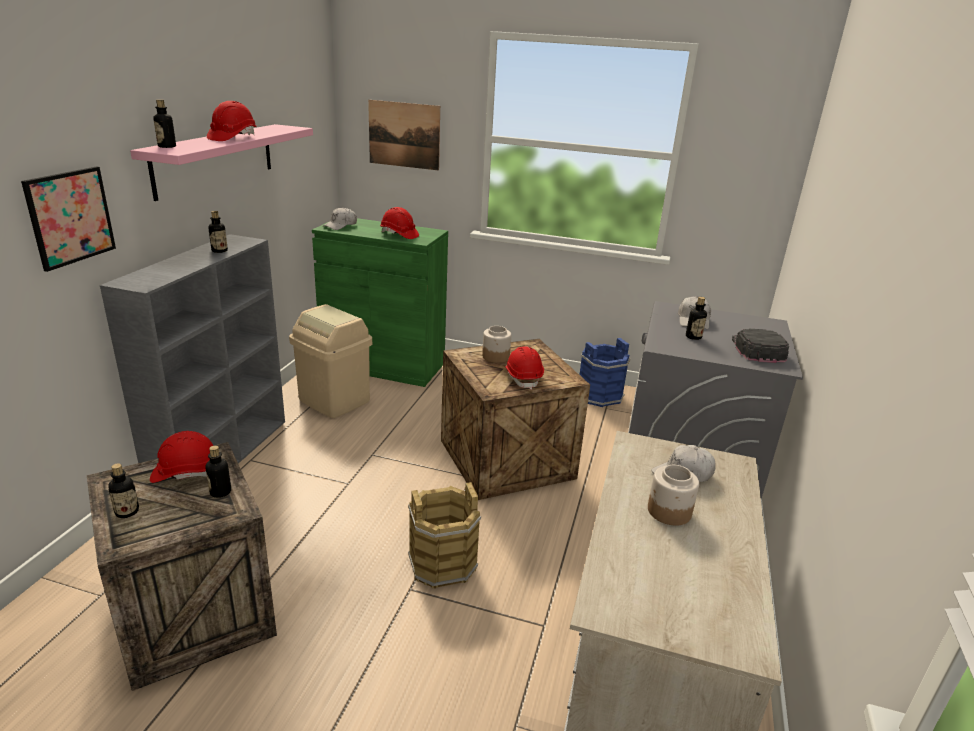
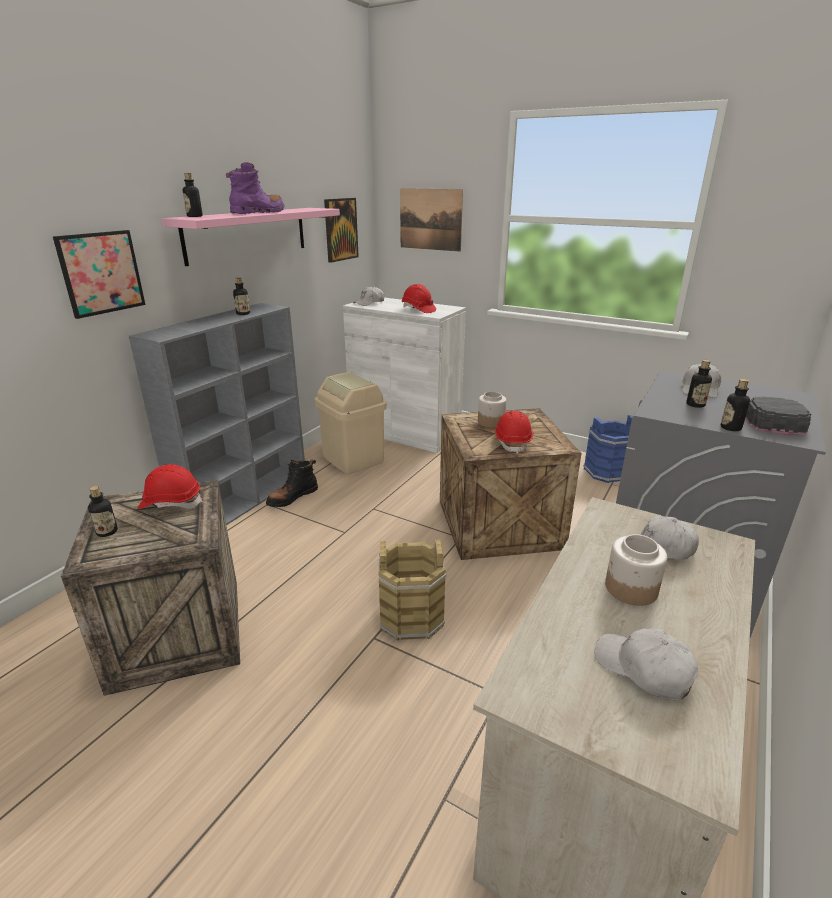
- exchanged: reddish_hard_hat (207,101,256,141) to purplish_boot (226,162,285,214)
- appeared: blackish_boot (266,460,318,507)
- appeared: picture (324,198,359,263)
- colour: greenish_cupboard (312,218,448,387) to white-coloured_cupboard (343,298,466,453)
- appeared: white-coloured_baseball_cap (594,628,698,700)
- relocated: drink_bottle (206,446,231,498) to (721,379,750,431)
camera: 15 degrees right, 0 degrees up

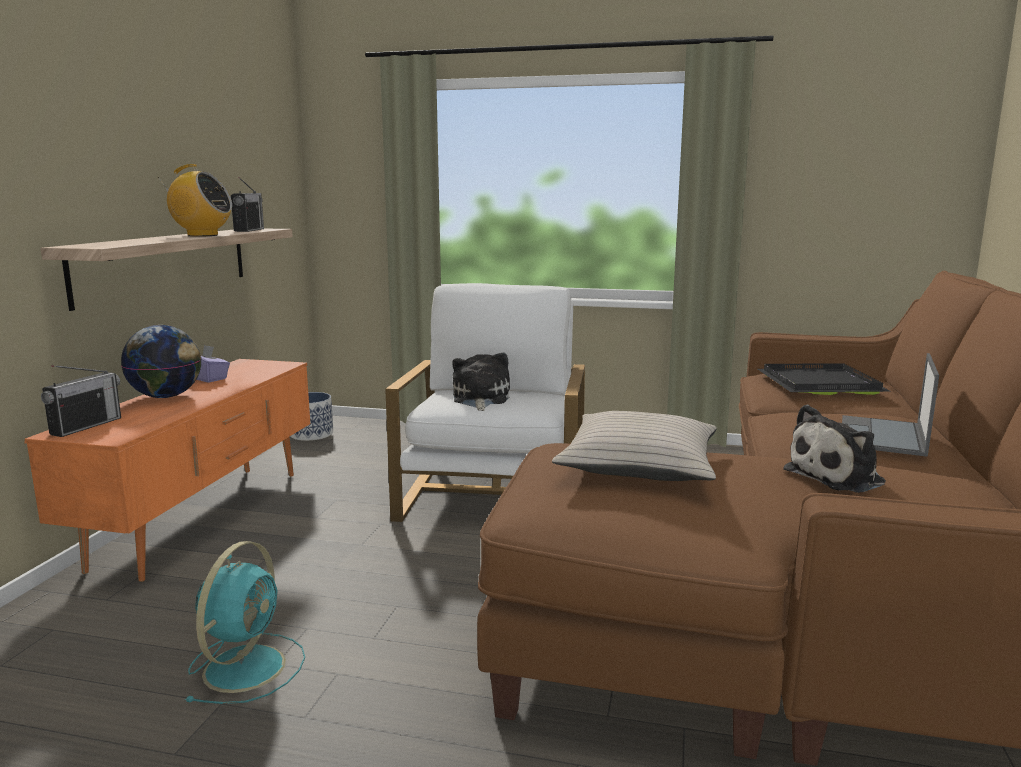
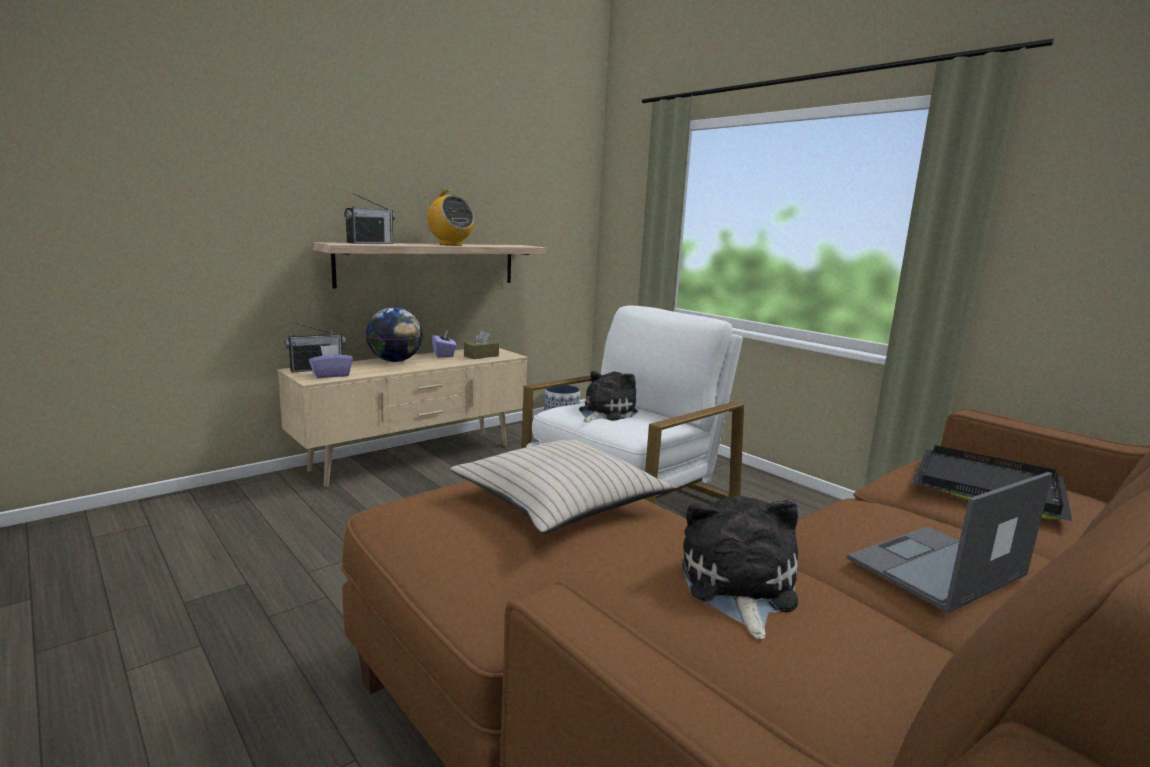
- colour: orange-coloured_tv_unit (24,359,310,582) to beige_tv_unit (277,348,528,487)
- appeared: purplish_box_of_tissues (309,345,353,378)
- relocated: radio_set (231,177,264,232) to (344,193,395,244)
- appeared: brown_box_of_tissues (464,330,499,359)
- spun: plush_toy (783,404,886,493) = (682,496,798,639) 90 degrees clockwise
- missing: turquoise_cooling_fan (184,541,305,704)
camera: 35 degrees right, 0 degrees up

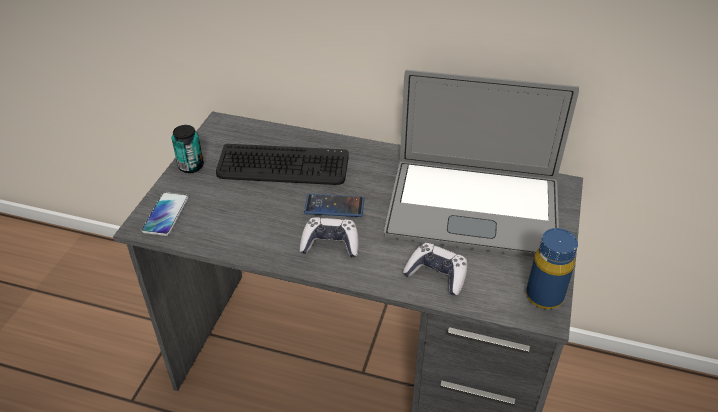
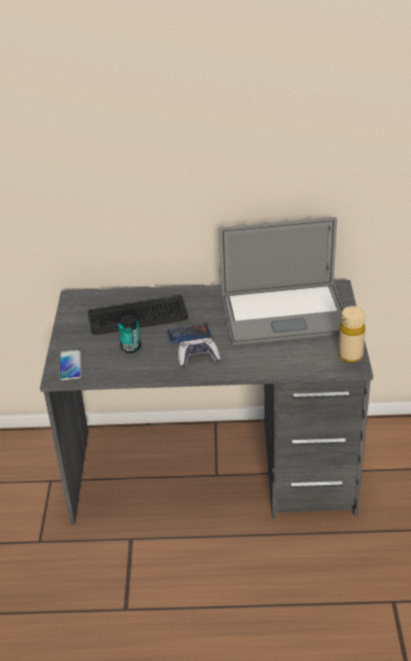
- relocated: can (172,125,204,173) to (118,315,141,353)
- colour: blue_drink_bottle (526,228,578,309) to beige_drink_bottle (338,306,365,363)
- missing: gamepad (403,243,467,295)
camera: 15 degrees left, 5 degrees down

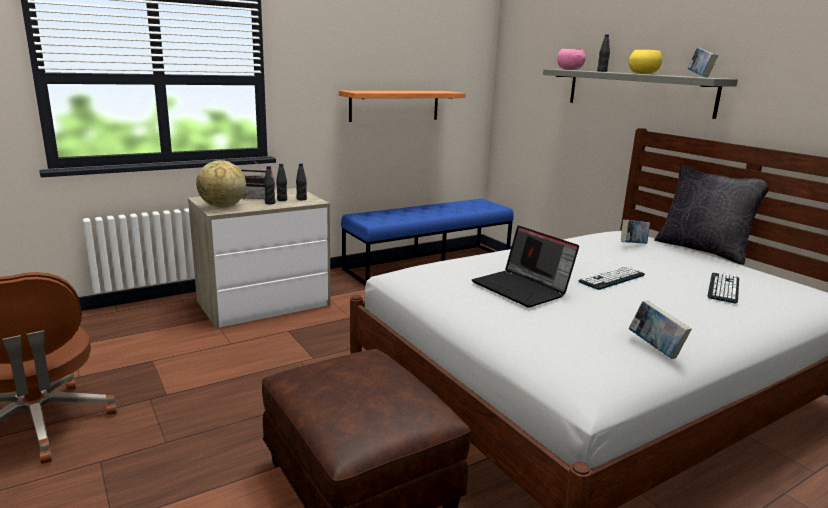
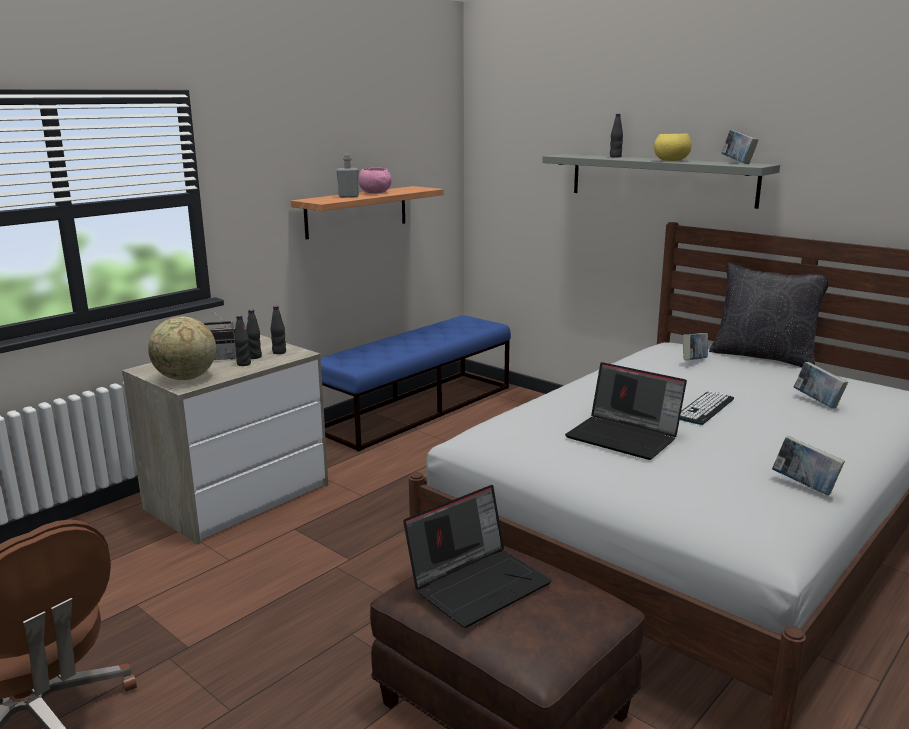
- appeared: grey_drink_bottle (336,154,359,198)
- relocated: pinkish_deep_dish (557,49,586,70) to (359,168,392,194)
- appeared: portable_computer (403,485,552,628)
- exchanged: keyboard (708,273,739,303) to book (794,362,848,409)
camera: 15 degrees left, 0 degrees up

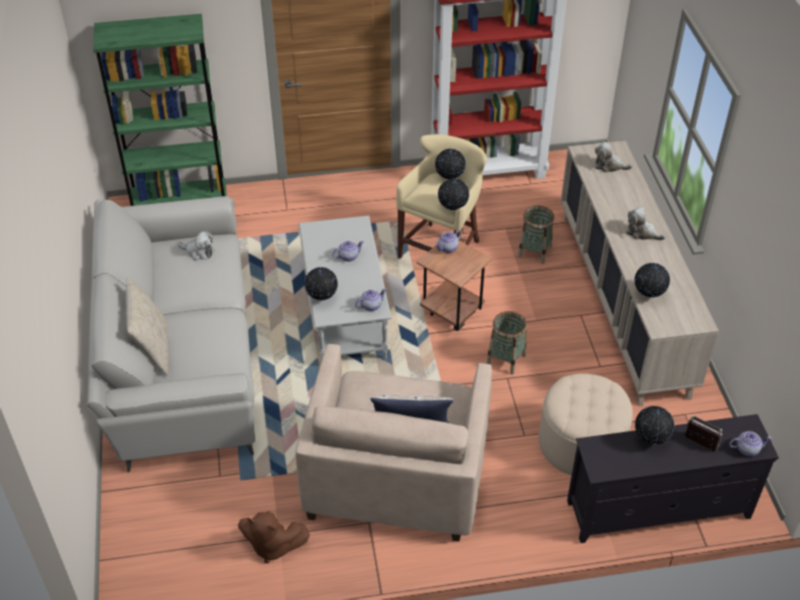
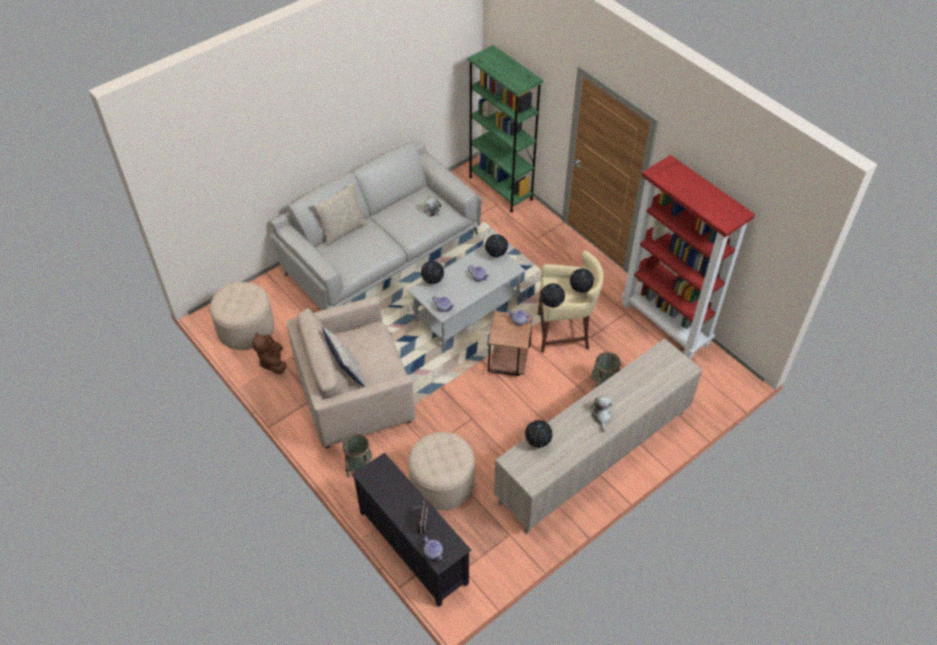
- appeared: beige_footrest (210,282,275,350)
- relocated: storage_basket (486,311,527,375) to (342,434,372,478)
- relocated: globe (635,406,674,445) to (485,234,508,257)
- missing: plush_toy (595,142,632,173)
camera: 60 degrees right, 5 degrees up

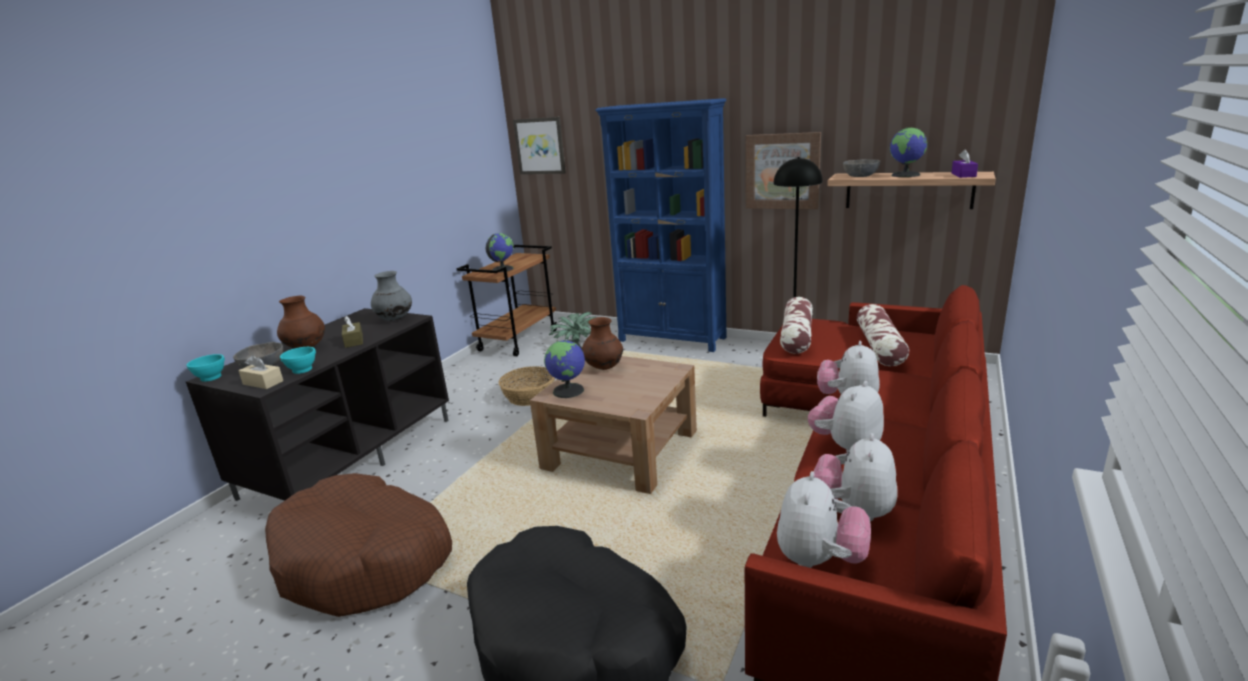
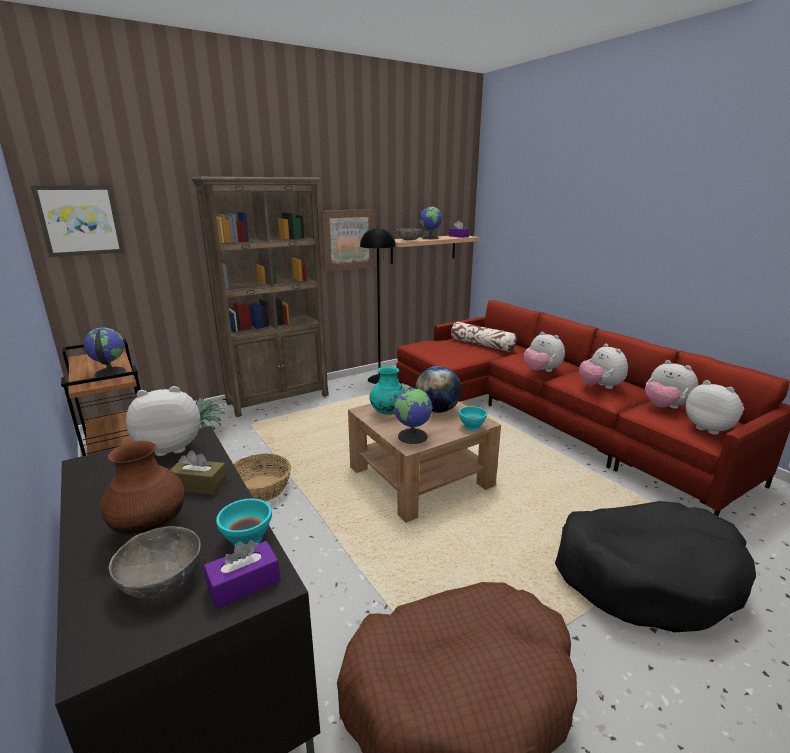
- exchanged: grey_vase (371,271,412,321) to plush_toy (126,386,201,456)
- colour: blue_shelving_unit (595,98,726,352) to brown_shelving_unit (191,176,329,417)
- colour: beige_box_of_tissues (238,355,283,389) to purplish_box_of_tissues (204,540,281,609)
- colour: brown_vase (582,317,623,370) to turquoise_vase (369,366,406,415)
- appeared: globe (415,366,462,413)
- relocated: turquoise_deep_dish (186,354,225,382) to (459,406,487,430)
- missing: pillow (780,297,813,354)
camera: 60 degrees left, 0 degrees up

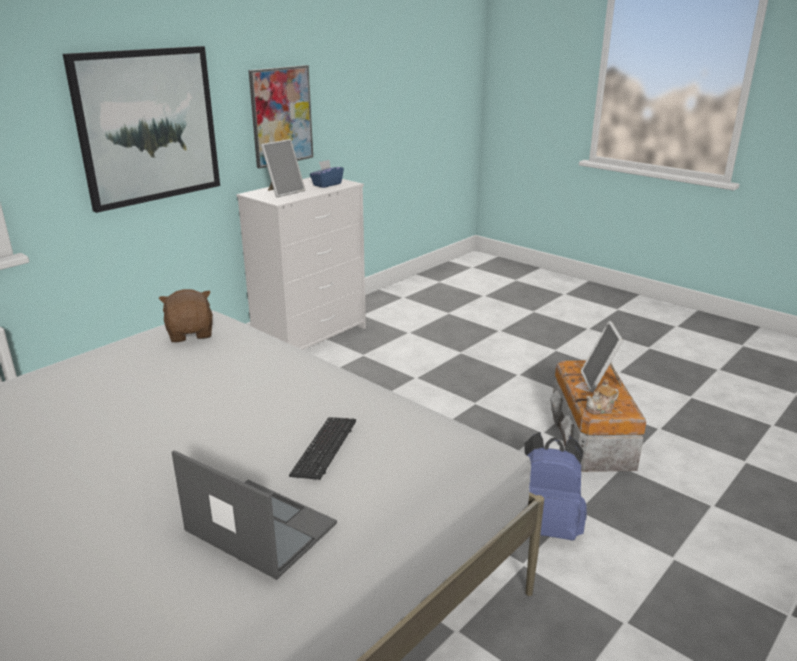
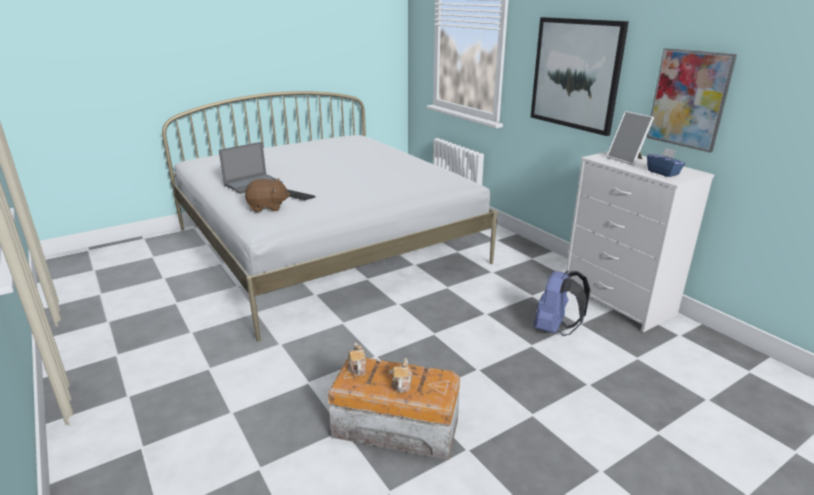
- relocated: brown_plush_toy (158,289,213,342) to (245,178,290,212)
- exchanged: photo_frame (581,321,624,393) to tea_pot (391,358,412,393)
- relocated: blue_rucksack (524,432,587,540) to (534,271,591,336)
camera: 105 degrees right, 0 degrees up

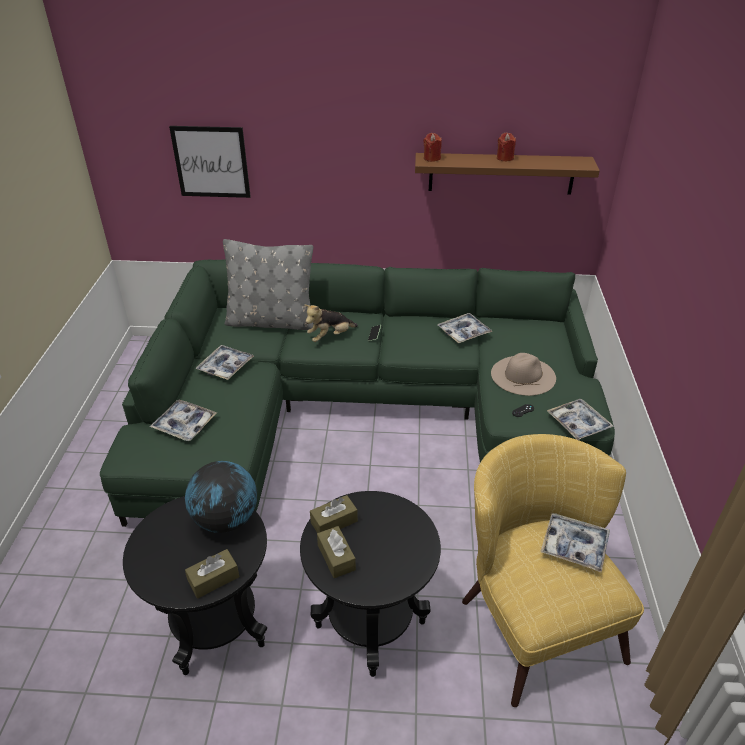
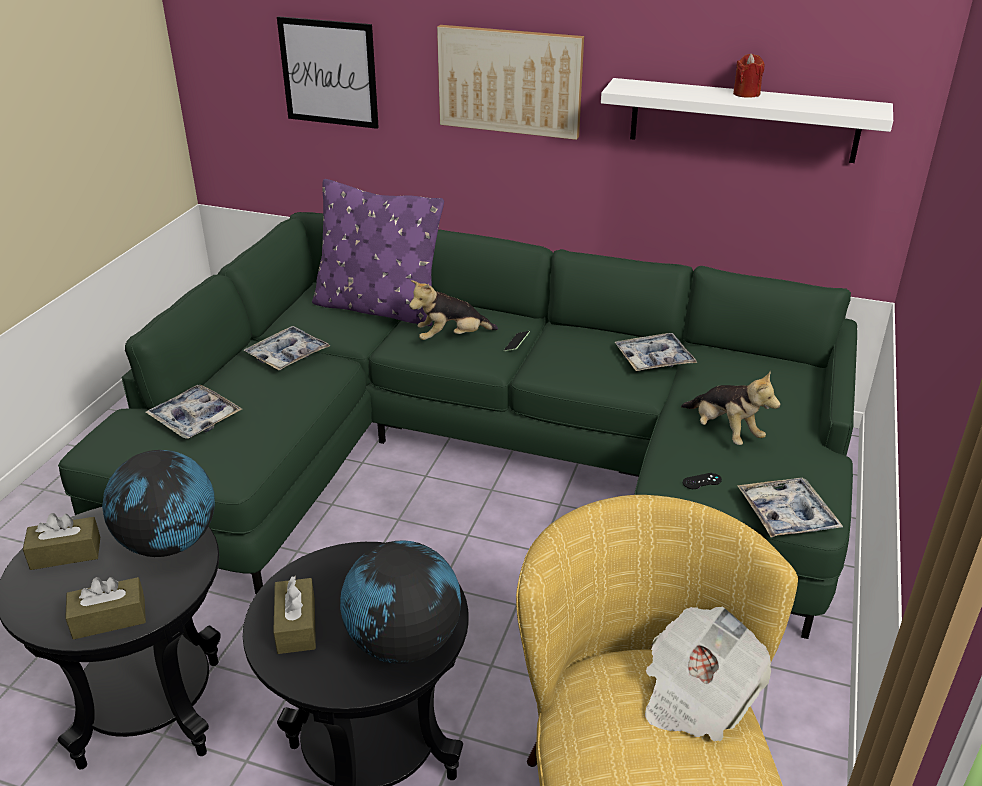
- relocated: brown_box_of_tissues (310,495,358,533) to (23,513,100,570)
- colour: grey_pillow (223,239,313,330) to purplish_pillow (312,179,444,326)
- appeared: globe (340,540,461,664)
- appeared: picture (437,25,584,140)
- colour: brown_bracket_shelf (415,153,600,195) to white-coloured_bracket_shelf (601,78,893,163)
- exchanged: tray (540,513,610,572) to printed_paper (645,606,771,741)
- exchanged: beige_clothing_hat (491,353,556,396) to plush_toy (681,371,780,445)
- missing: reddish_candle (423,133,442,162)
camera: 15 degrees right, 5 degrees down

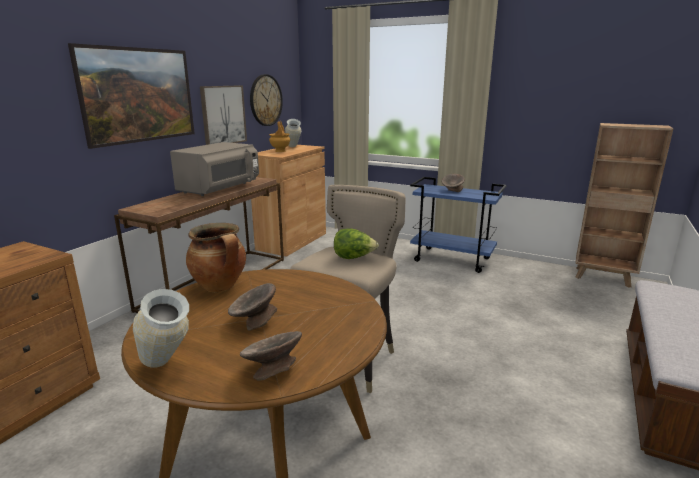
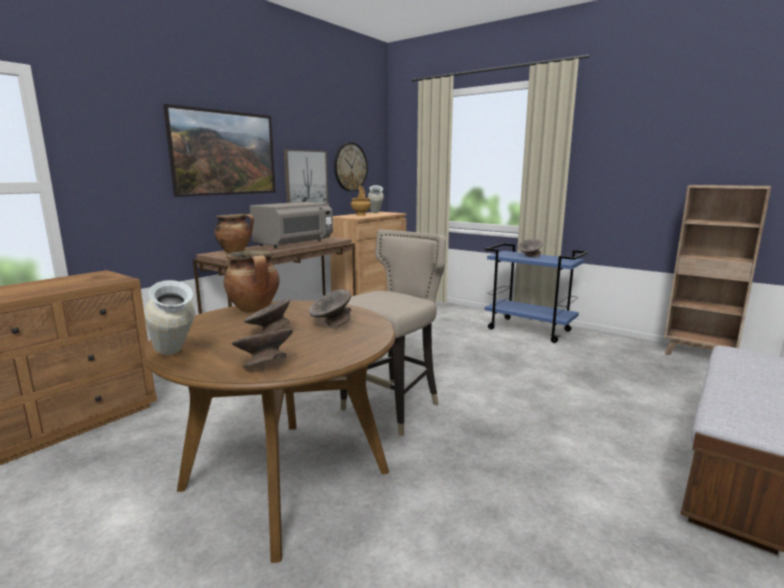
- appeared: stockpot (215,214,254,253)
- appeared: grey_deep_dish (309,289,351,329)
- missing: lettuce (334,228,379,259)
camera: 10 degrees right, 5 degrees down

